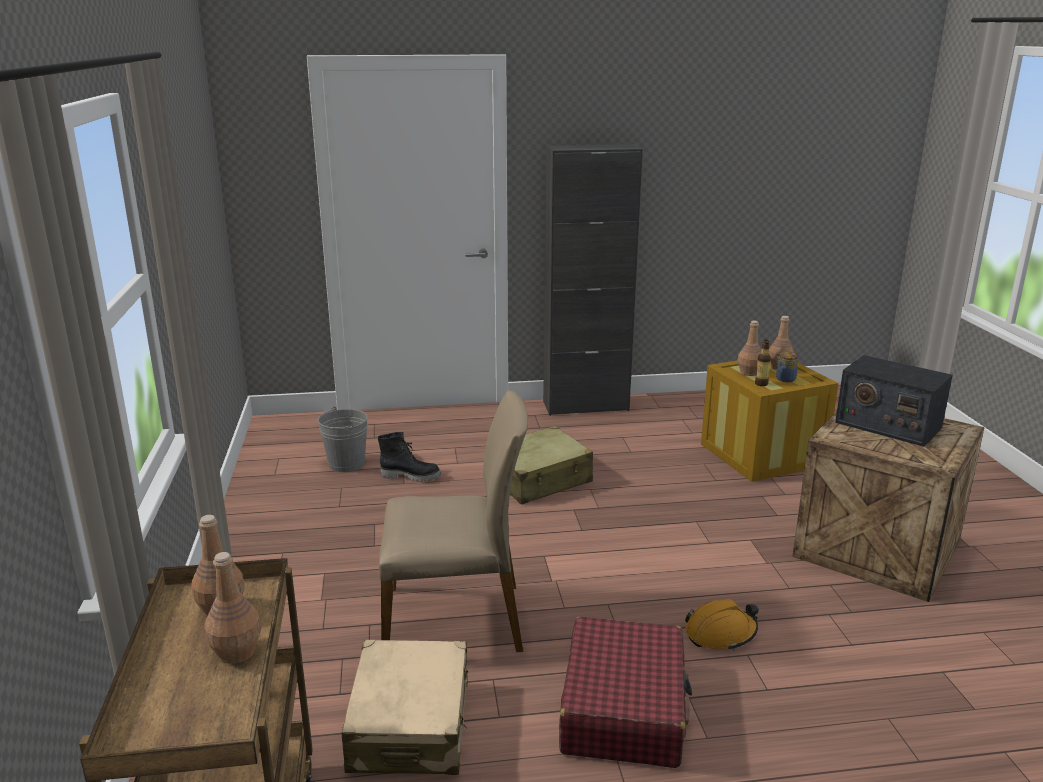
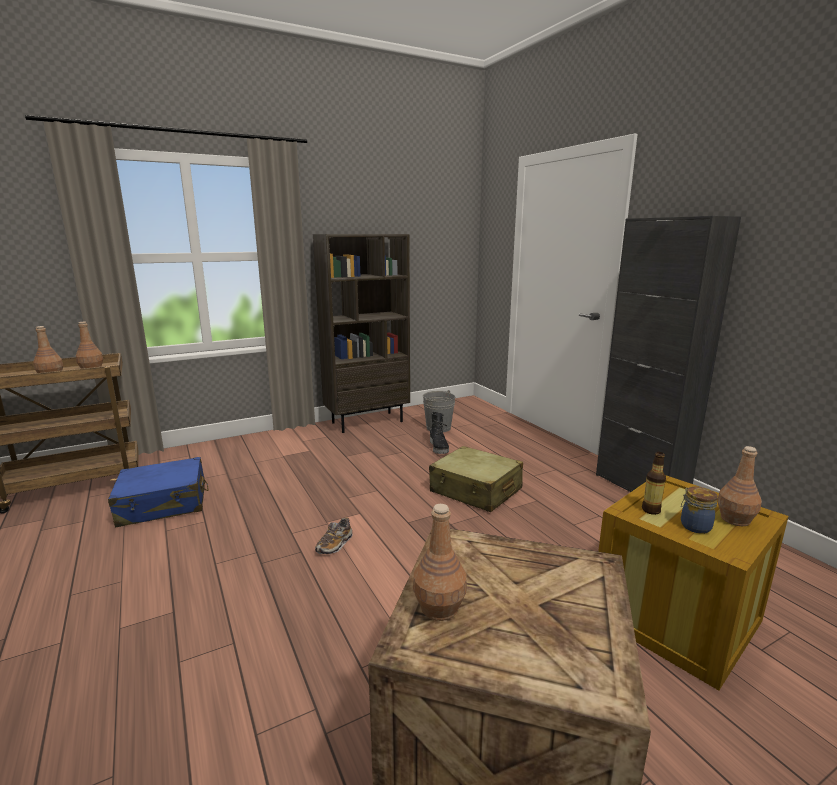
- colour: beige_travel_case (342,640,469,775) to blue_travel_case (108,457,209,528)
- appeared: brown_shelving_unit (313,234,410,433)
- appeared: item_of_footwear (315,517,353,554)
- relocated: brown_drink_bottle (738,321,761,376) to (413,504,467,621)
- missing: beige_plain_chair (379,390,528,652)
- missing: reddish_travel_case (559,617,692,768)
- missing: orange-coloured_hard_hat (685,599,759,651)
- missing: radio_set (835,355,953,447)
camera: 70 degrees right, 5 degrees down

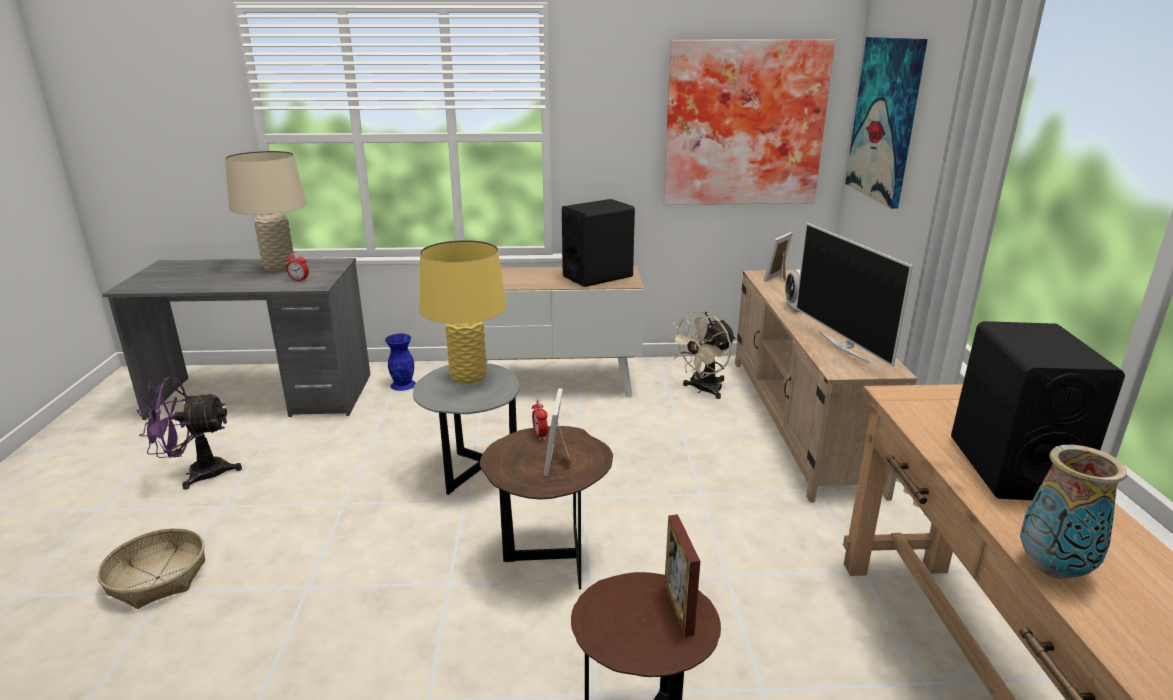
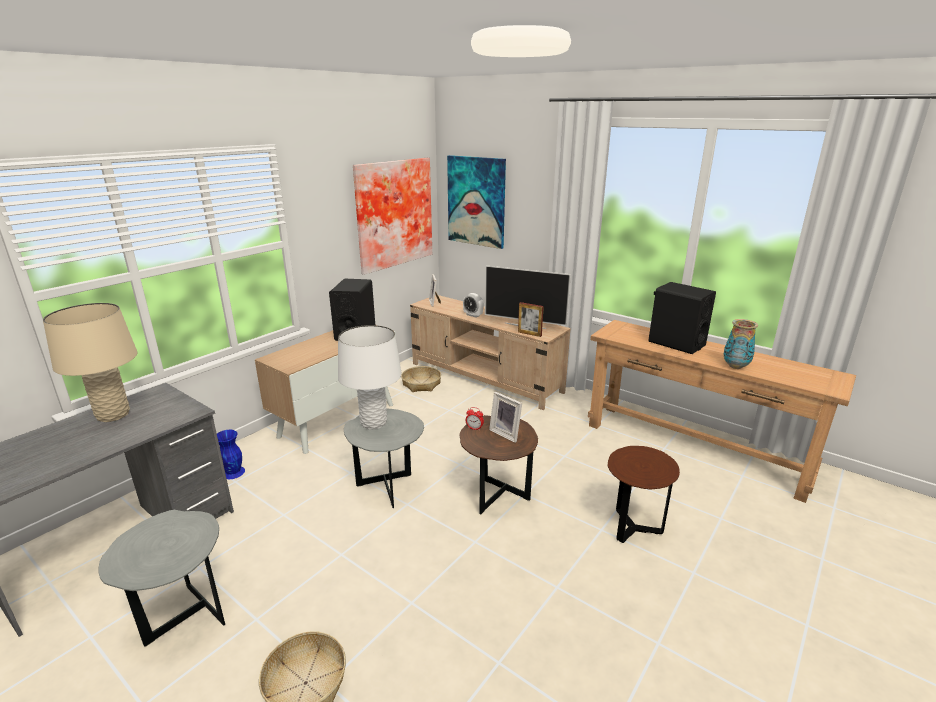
- exchanged: purplish_cooling_fan (137,376,242,490) to grey_accent_table (99,510,225,647)
- colour: yellowish_lamp_for_a_table (420,240,507,384) to white-coloured_lamp_for_a_table (338,325,402,430)
- exchanged: beige_cooling_fan (669,311,736,399) to storage_basket (401,366,441,392)
- relocated: photo_frame (664,514,700,637) to (518,302,544,337)
- missing: table_clock (286,252,309,282)
camera: 50 degrees left, 0 degrees up

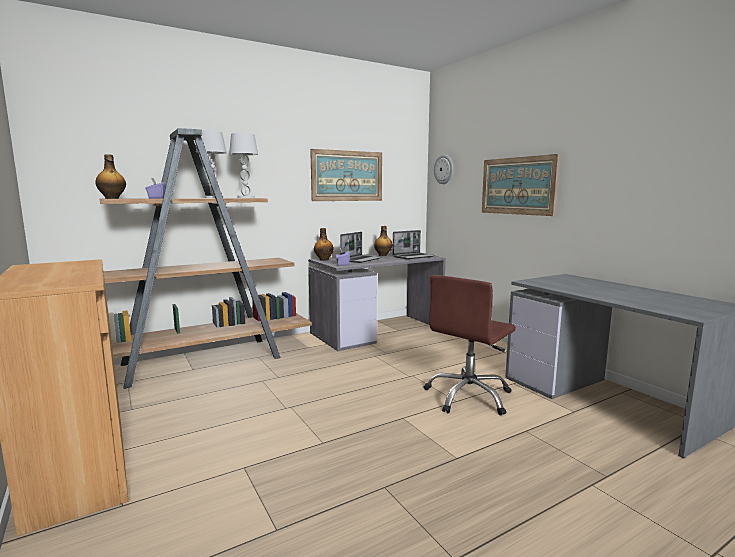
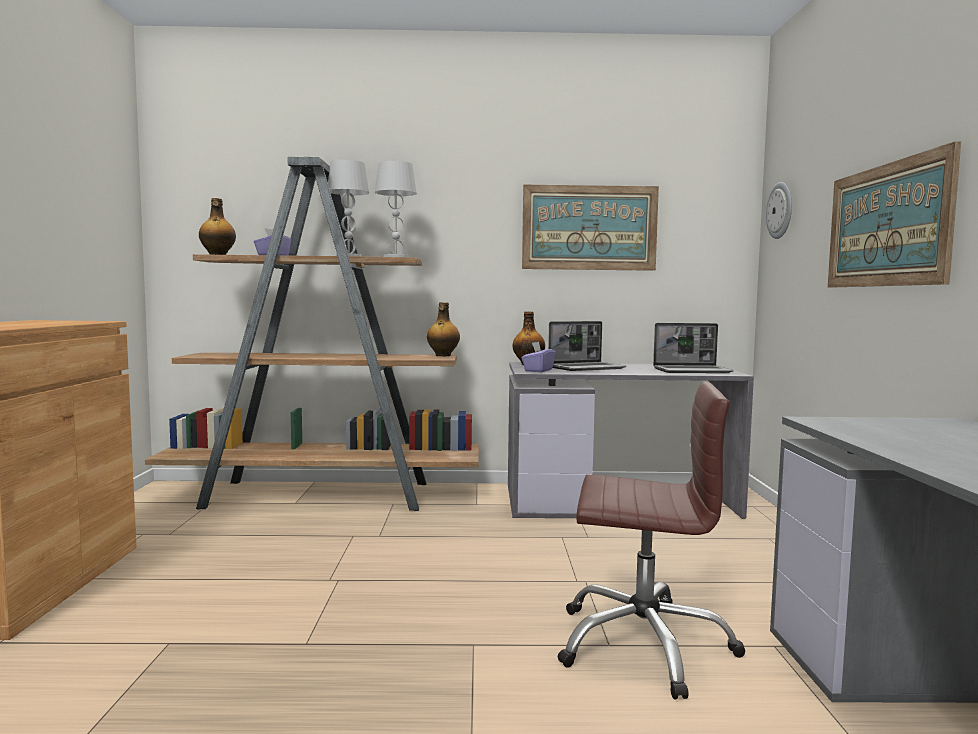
- relocated: drink_bottle (374,226,393,256) to (427,302,460,356)
- spun: brown_computer_chair (424,275,516,416) = (557,381,746,699) 150 degrees counterclockwise
camera: 30 degrees right, 5 degrees down

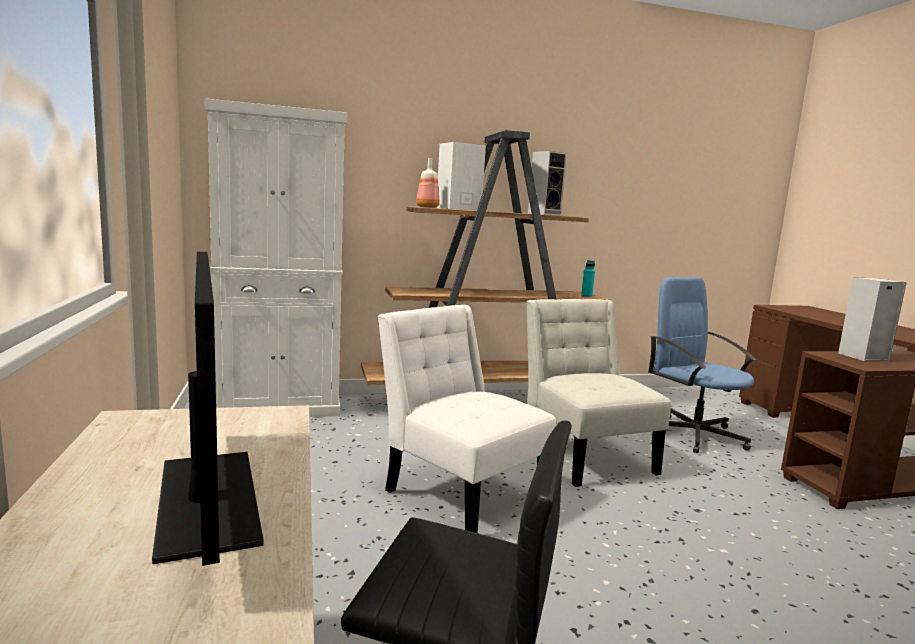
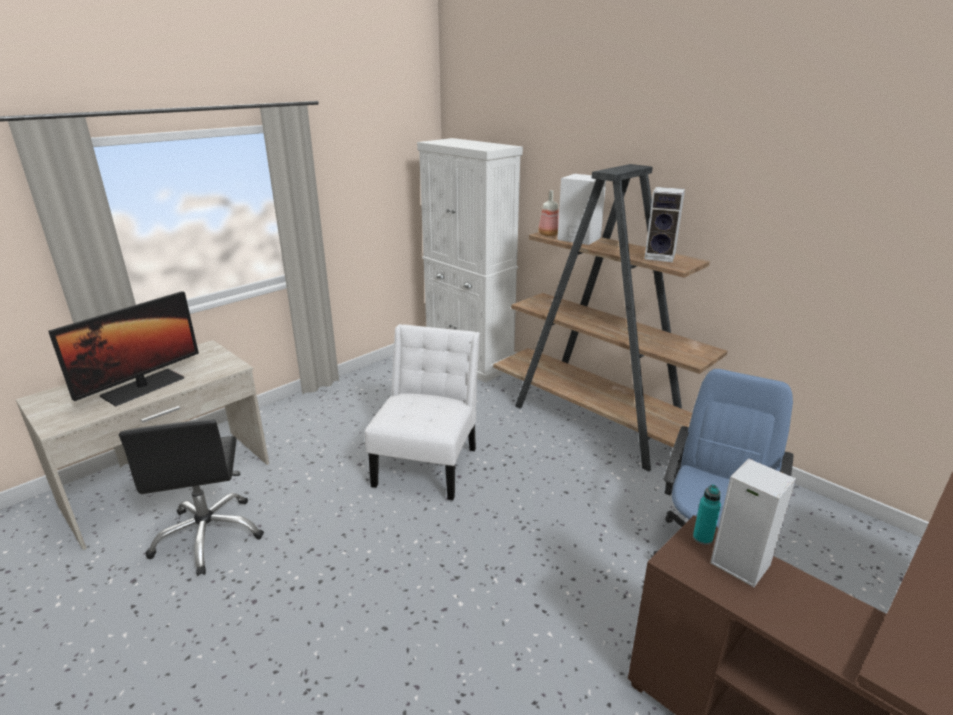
- relocated: turquoise_drink_bottle (581,260,595,298) to (693,485,721,545)
- missing: white-coloured_plain_chair (526,299,671,487)
camera: 60 degrees right, 15 degrees up

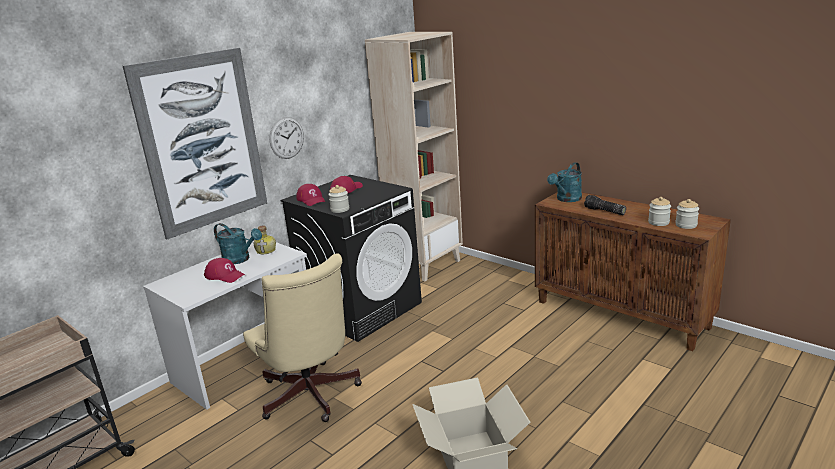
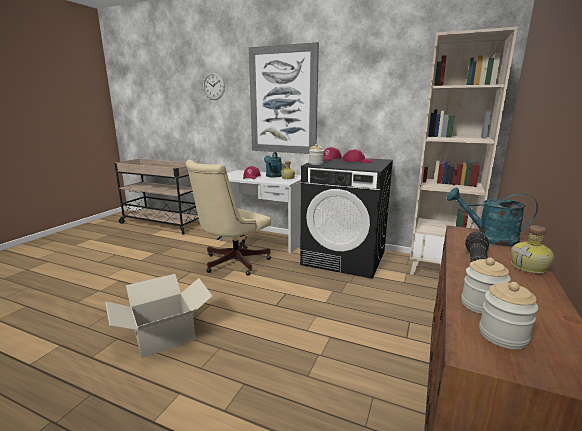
- relocated: hanging_clock (269,117,304,159) to (203,72,225,100)
- appeared: drink_bottle (511,225,554,274)
camera: 70 degrees right, 5 degrees down

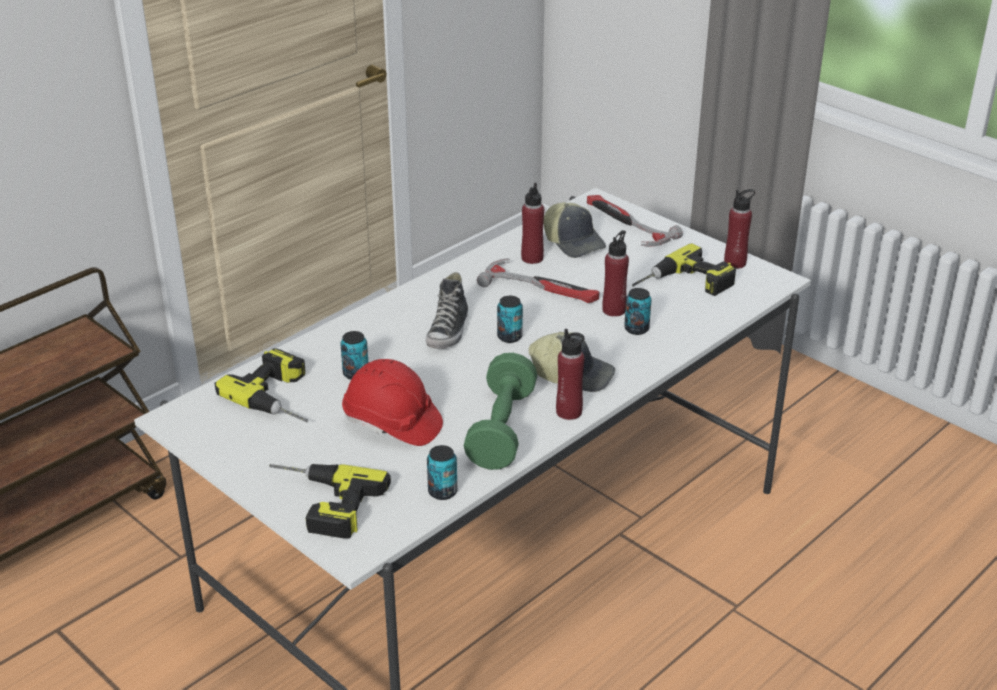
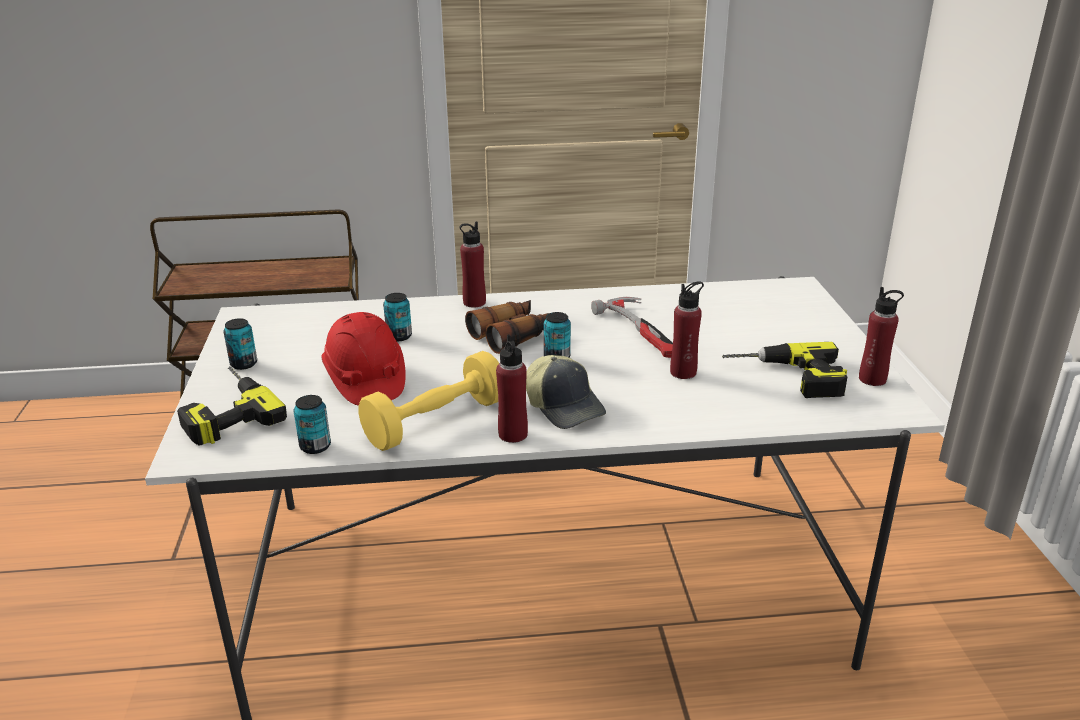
- relocated: can (624,288,652,335) to (223,318,257,370)
- colour: greenish_hand_weight (464,353,537,470) to yellowish_hand_weight (359,351,499,451)
- relocated: reddish_drink_bottle (521,183,544,264) to (459,221,486,308)
- exchanged: item_of_footwear (426,272,468,349) to field_glasses (465,300,549,354)
- missing: drill (215,348,308,422)
- missing: baseball_cap (543,202,606,258)
- missing: tool_hammer (587,195,683,246)
camera: 40 degrees right, 5 degrees down

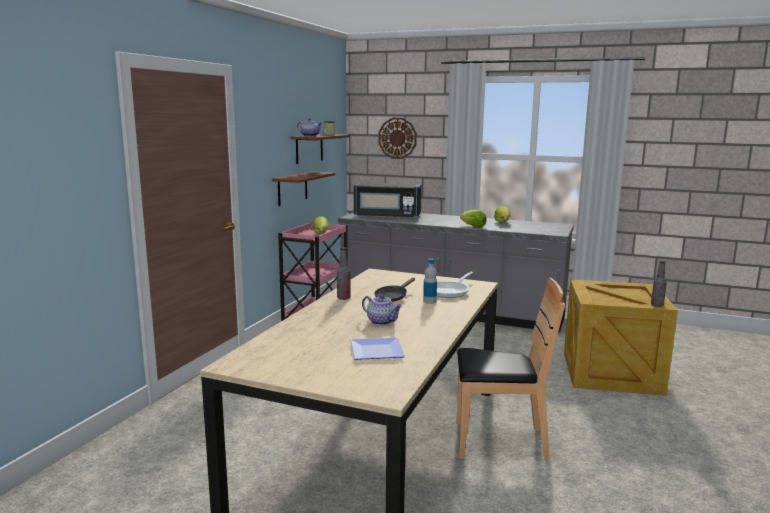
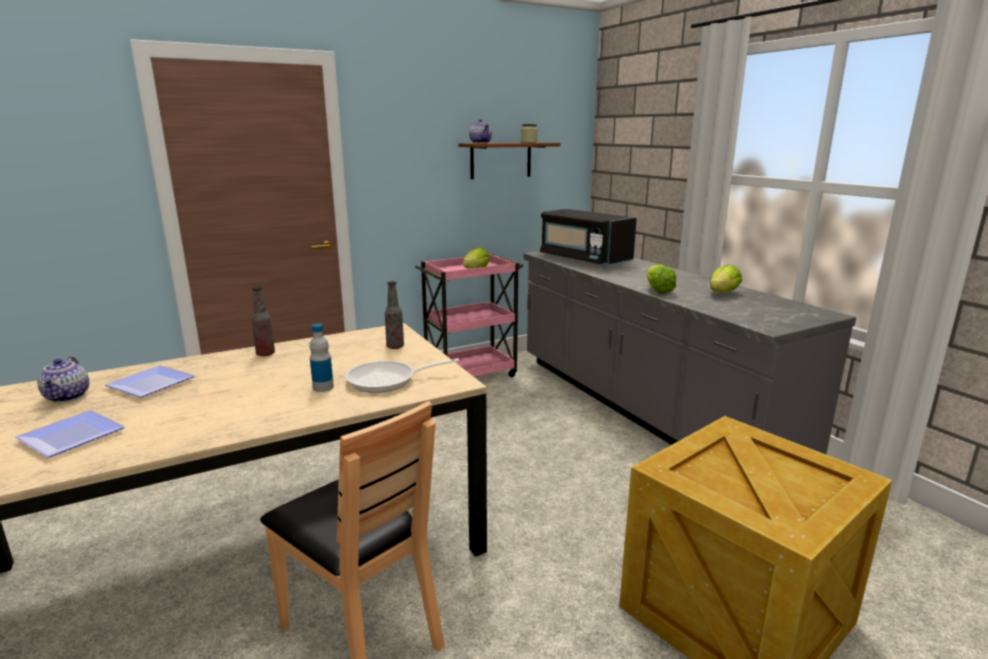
- relocated: tea_pot (362,294,402,325) to (37,356,89,403)
- appeared: flat_dish (105,365,196,398)
- relocated: drink_bottle (651,261,667,307) to (385,281,404,349)
- missing: bracket_shelf (272,171,336,206)
- missing: blackish_pan (374,278,415,302)
- missing: hanging_clock (378,118,417,159)
camera: 40 degrees right, 5 degrees up

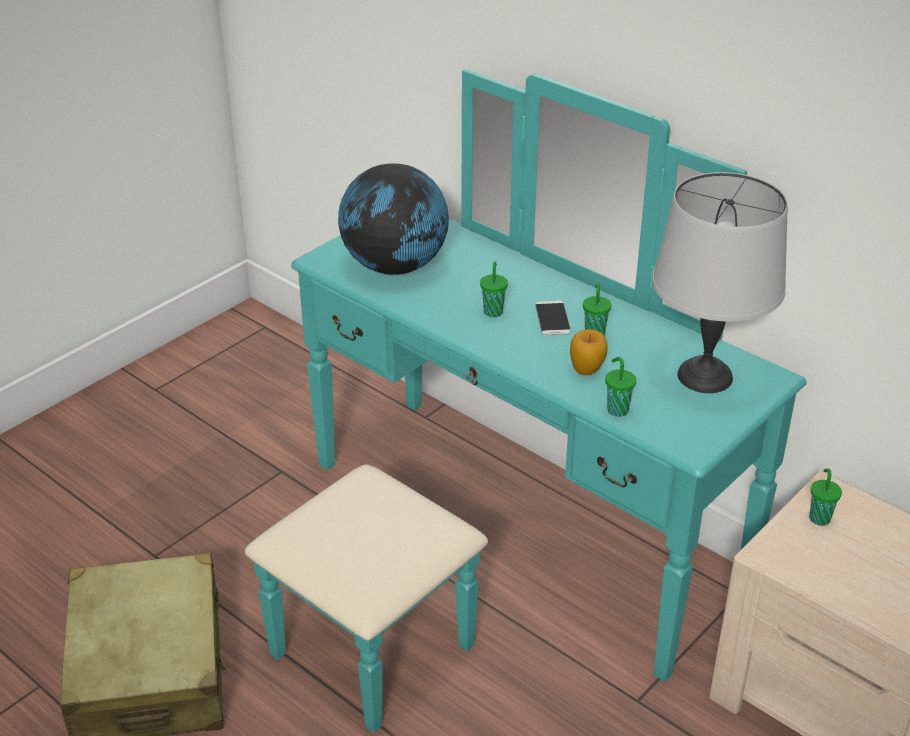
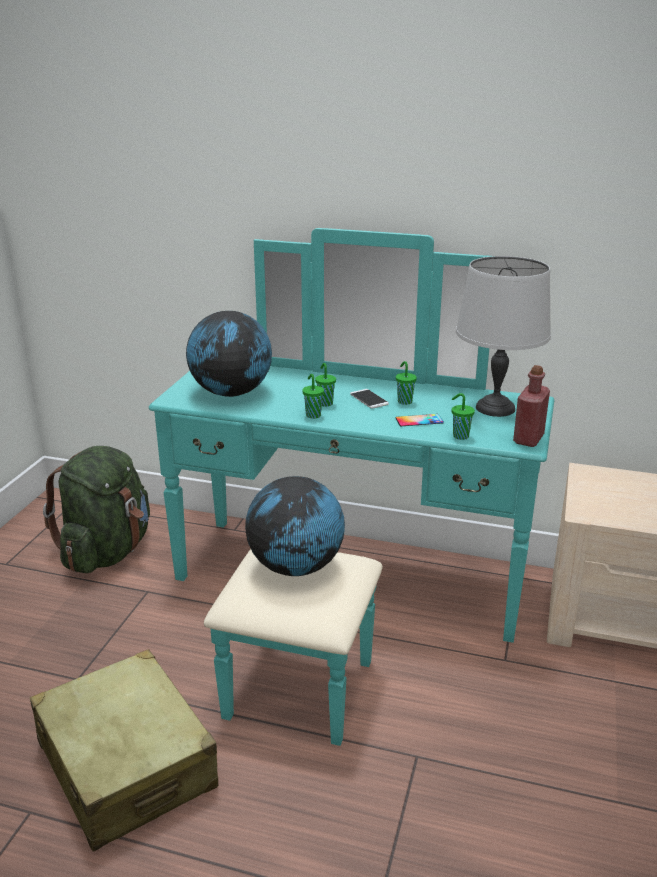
- appeared: greenish_rucksack (43,446,150,573)
- appeared: globe (245,476,345,576)
- relocated: greenish_small_cup (809,468,842,526) to (302,374,324,419)
- exchanged: apple (570,330,608,375) to handset (396,414,444,426)
- appeared: reddish_drink_bottle (513,365,550,447)
camera: 25 degrees left, 10 degrees down

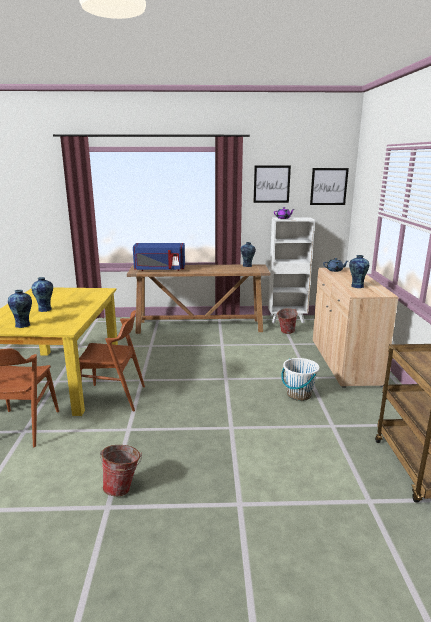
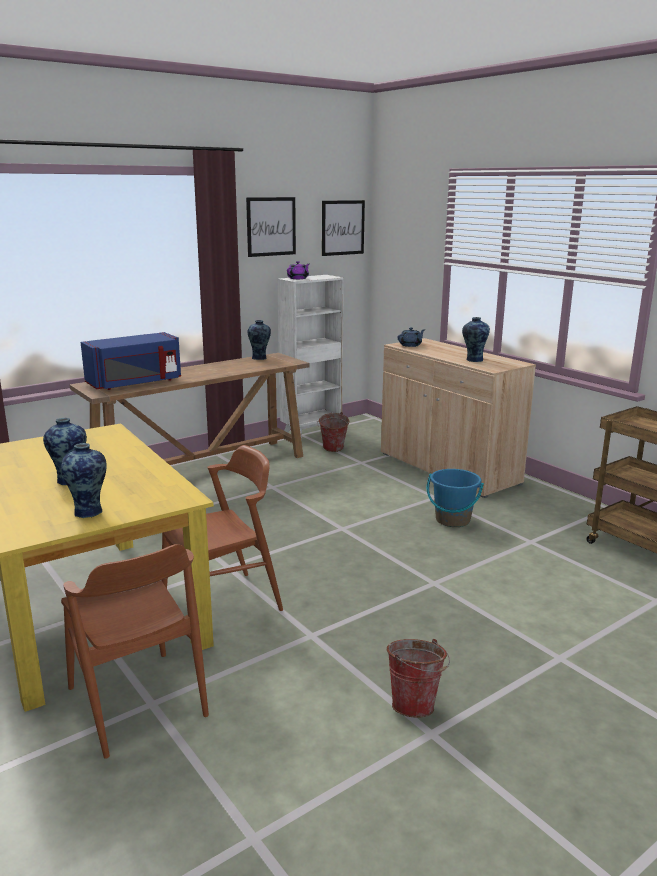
- colour: white-coloured_bucket (281,358,320,401) to blue_bucket (427,469,484,527)
camera: 35 degrees left, 0 degrees up

